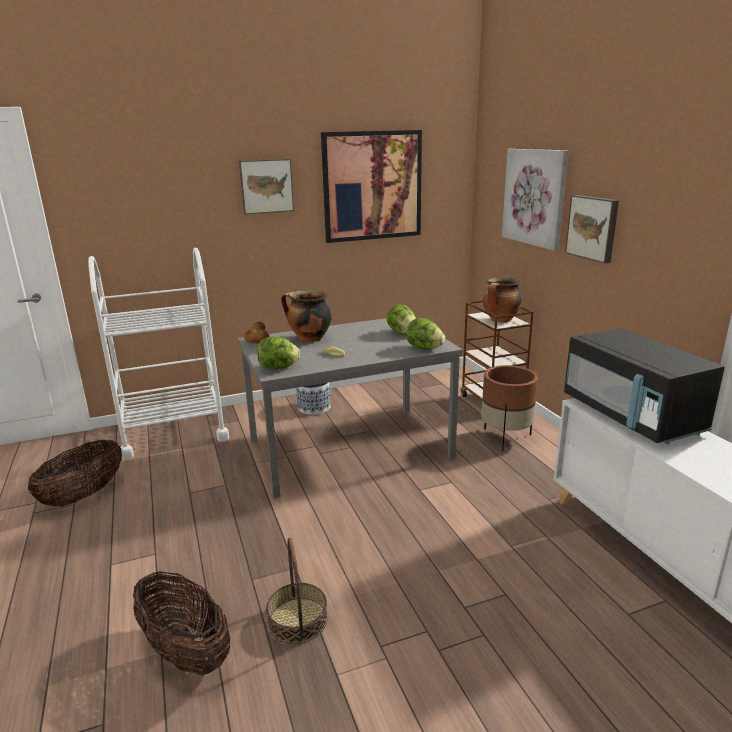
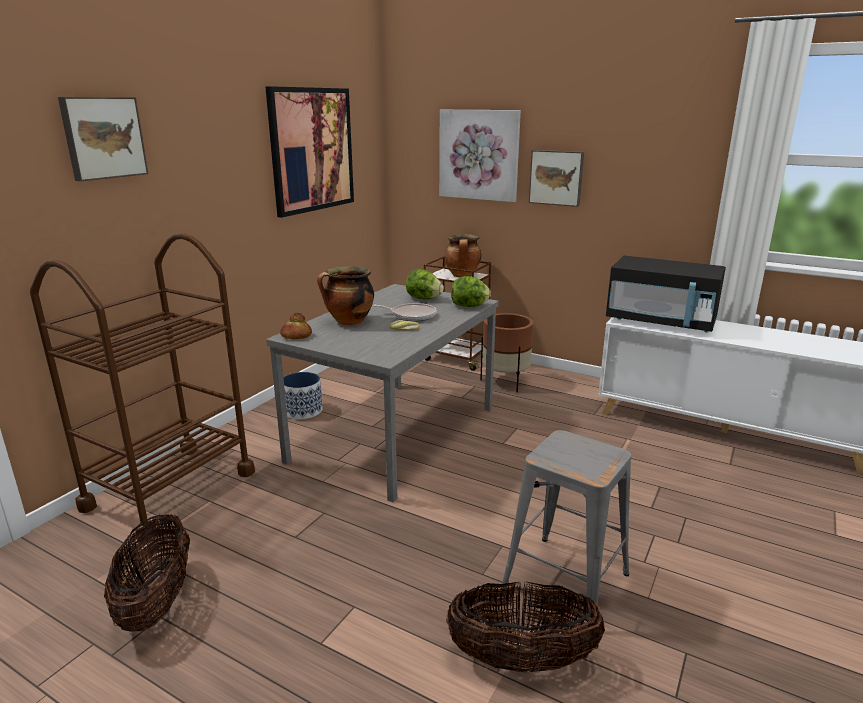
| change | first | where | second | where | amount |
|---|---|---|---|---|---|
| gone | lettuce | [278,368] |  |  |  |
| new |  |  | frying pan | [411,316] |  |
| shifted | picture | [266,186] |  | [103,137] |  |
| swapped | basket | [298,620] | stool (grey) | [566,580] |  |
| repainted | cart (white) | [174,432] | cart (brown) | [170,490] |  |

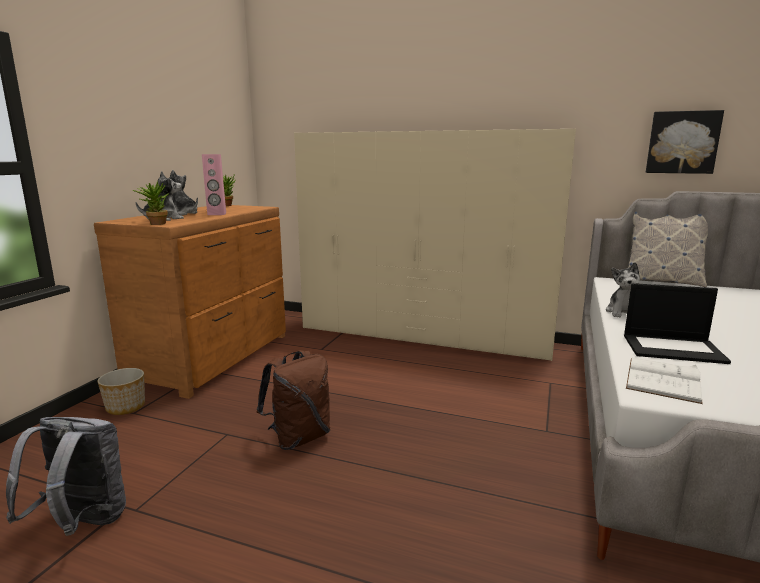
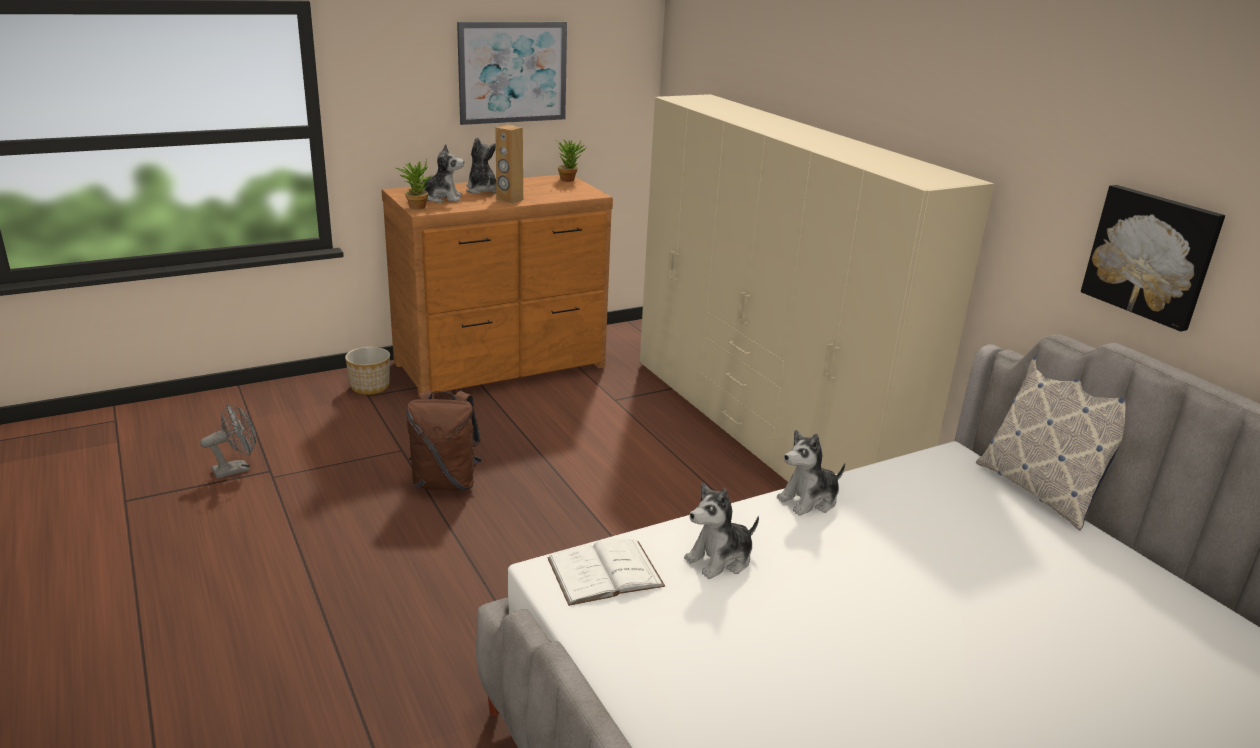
| change | first | where | second | where | amount |
|---|---|---|---|---|---|
| new |  |  | picture | [512,72] |  |
| swapped | backpack (grey) | [82,524] | fan (grey) | [237,469] |  |
| swapped | laptop | [673,348] | plush toy | [720,559] |  |
| repainted | speaker (pink) | [216,214] | speaker (brown) | [509,199] |  |

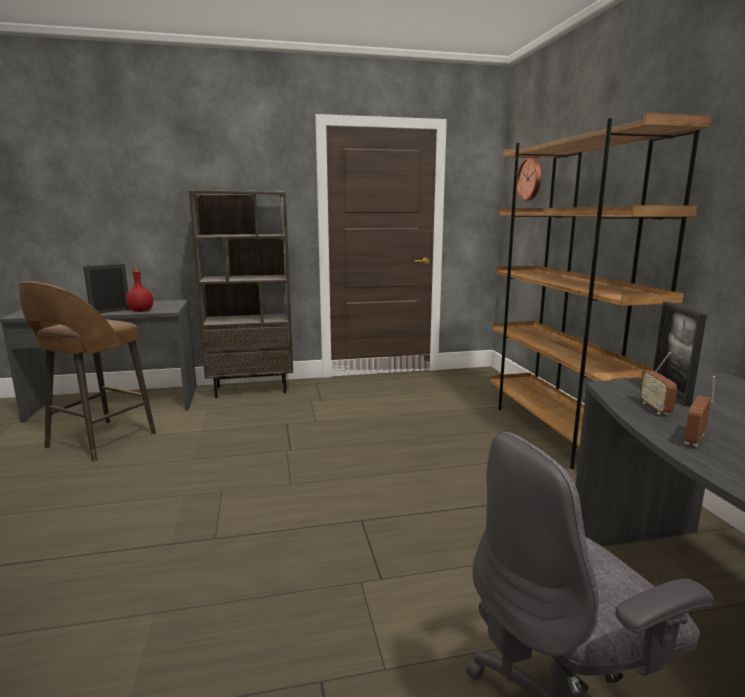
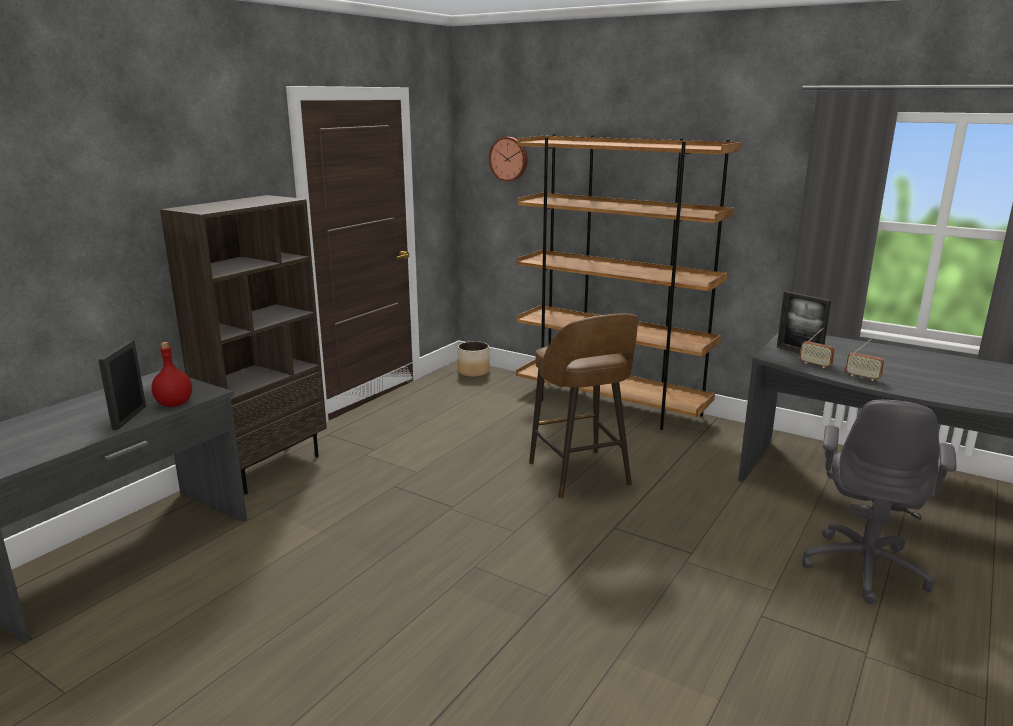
| change | first | where | second | where | amount |
|---|---|---|---|---|---|
| new |  |  | planter | [473,372] |  |
| shifted | stool (brown) | [98,441] |  | [580,475] |  |
| rotated | radio | [695,439] |  | [862,377] | 45 degrees counterclockwise |

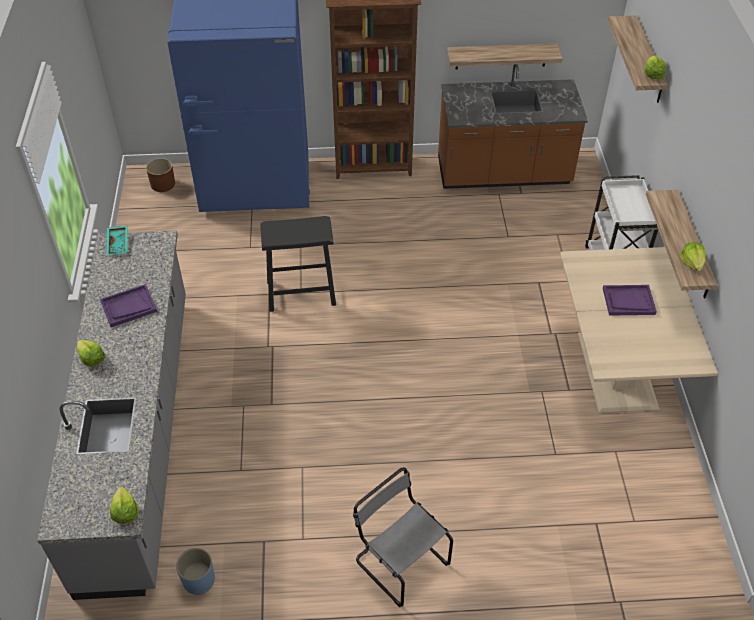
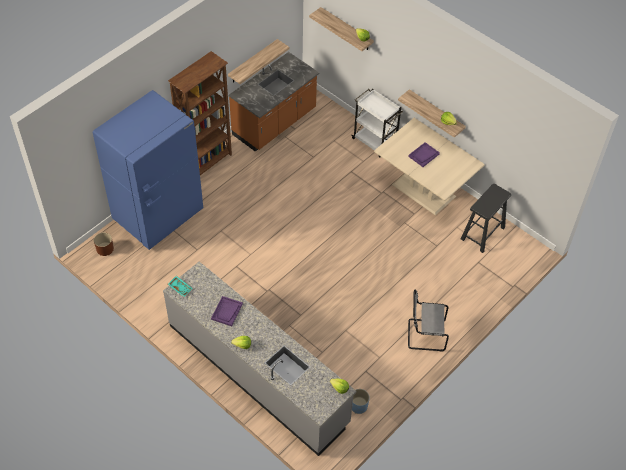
| change | first | where | second | where | amount |
|---|---|---|---|---|---|
| shifted | stool (black) | [300,292] |  | [482,233] |  |

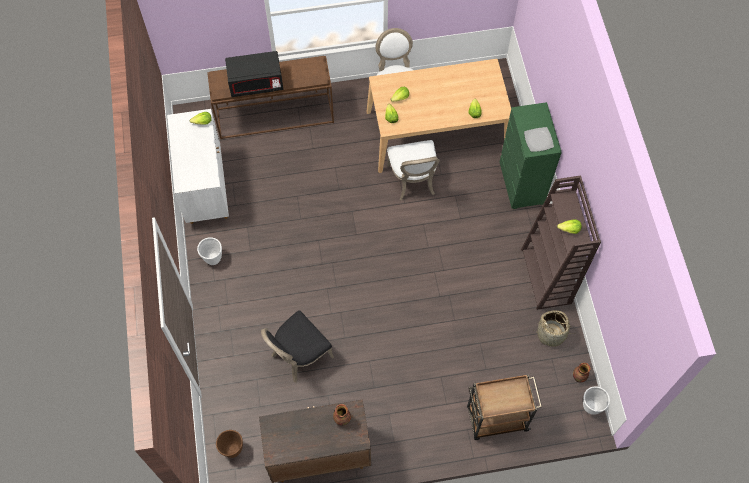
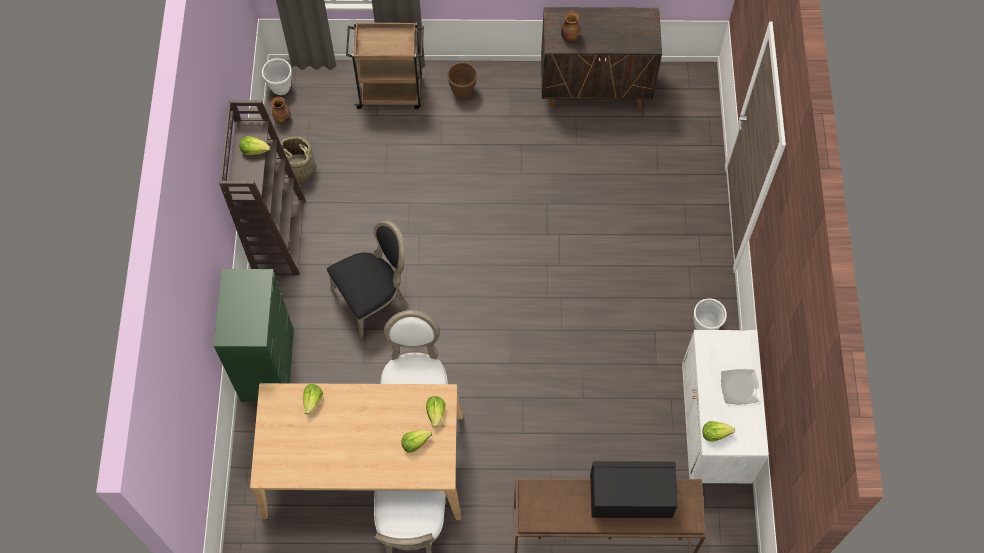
| change | first | where | second | where | amount |
|---|---|---|---|---|---|
| shifted | planter (brown) | [232,449] |  | [463,92] |  |
| shifted | chair (black) | [299,356] |  | [373,299] |  |
| shifted | plate | [538,140] |  | [740,387] |  |

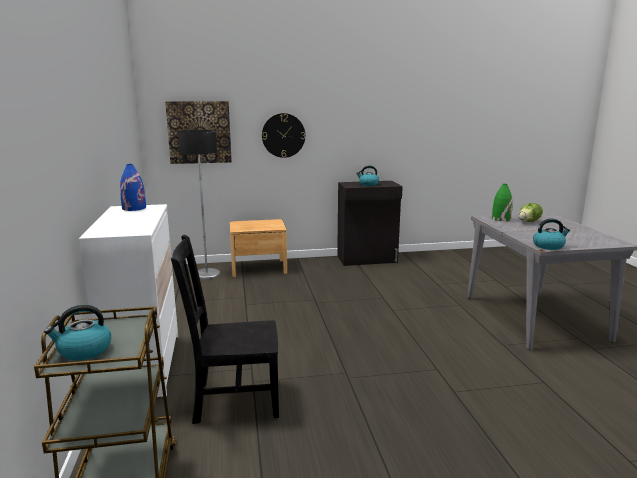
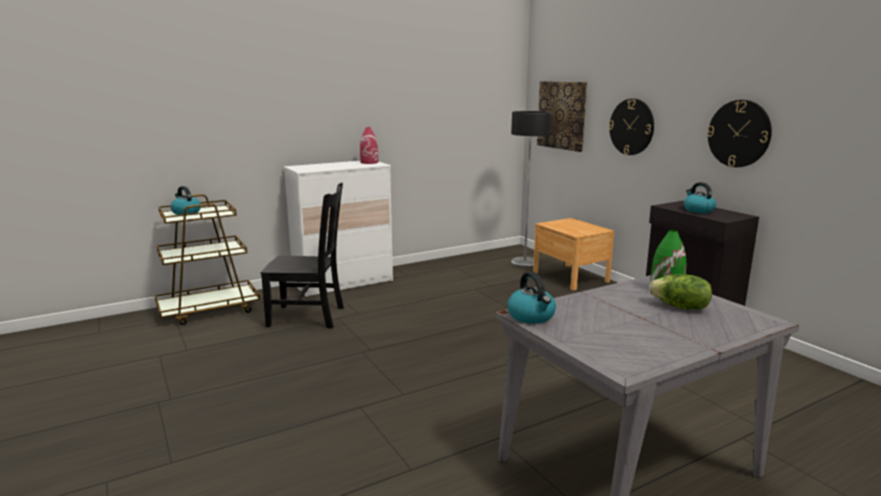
| change | first | where | second | where | amount |
|---|---|---|---|---|---|
| new |  |  | wall clock | [739,133] |  |
| repainted | vase (blue) | [134,208] | vase (red) | [369,162] |  |
| rotated | chair (black) | [233,400] |  | [309,317] | 120 degrees clockwise |

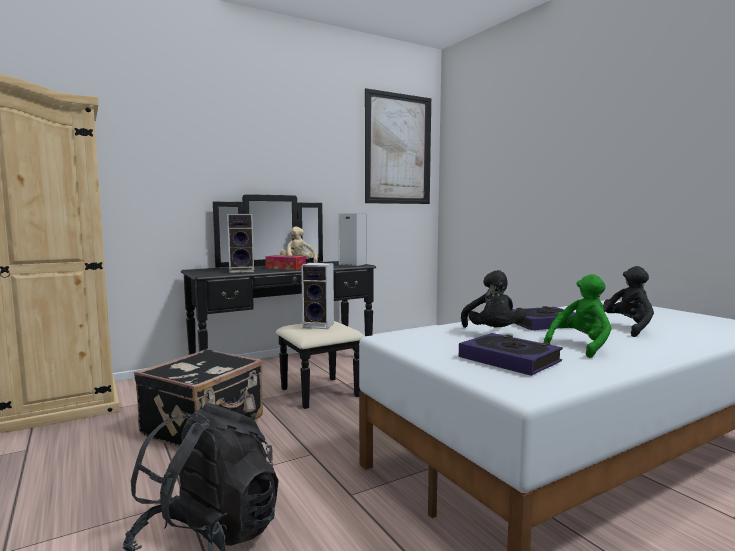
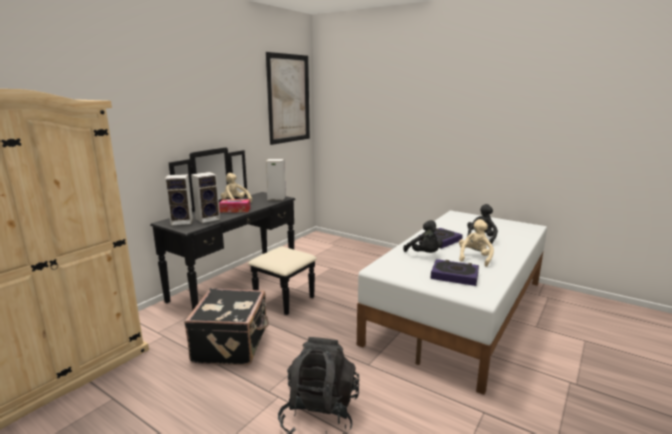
| change | first | where | second | where | amount |
|---|---|---|---|---|---|
| shifted | speaker | [319,325] |  | [183,221] |  |
| repainted | plush toy (green) | [580,346] | plush toy (beige) | [474,258] |  |

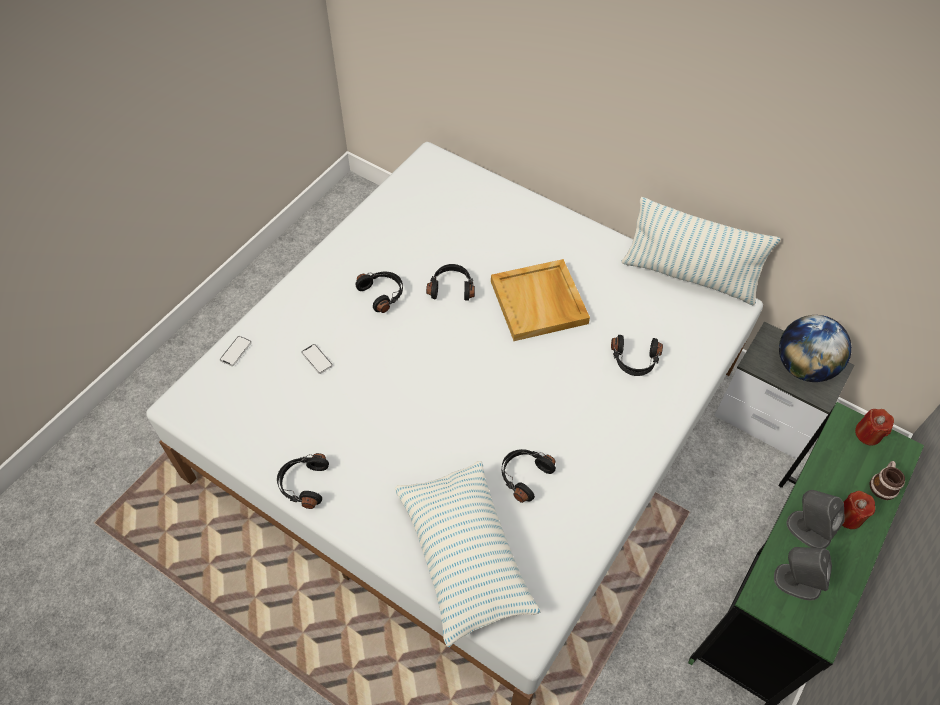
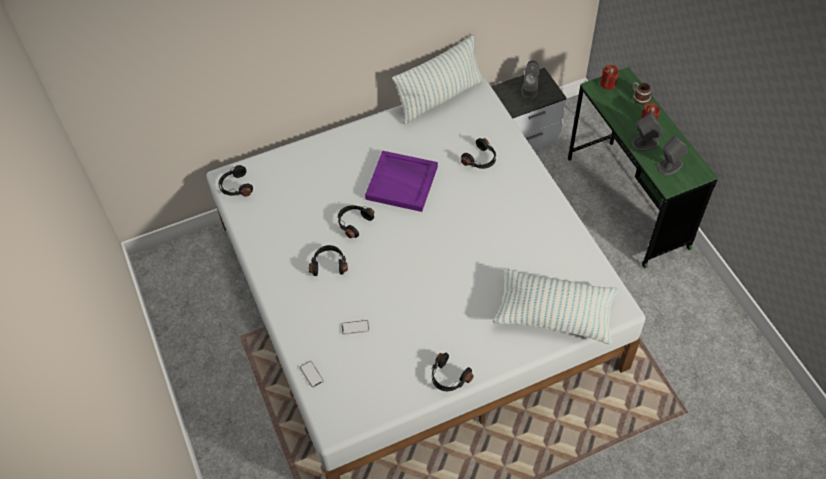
| change | first | where | second | where | amount |
|---|---|---|---|---|---|
| shifted | headphones (black) | [524,476] |  | [235,187] |  |
| swapped | globe | [803,367] | speaker (grey) | [529,90] |  |
| repainted | tray (beige) | [539,302] | tray (purple) | [402,182] |  |

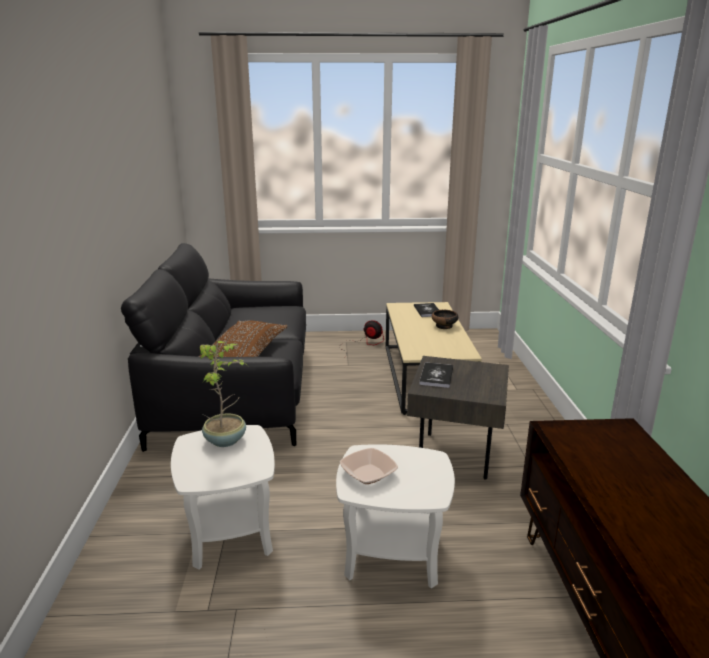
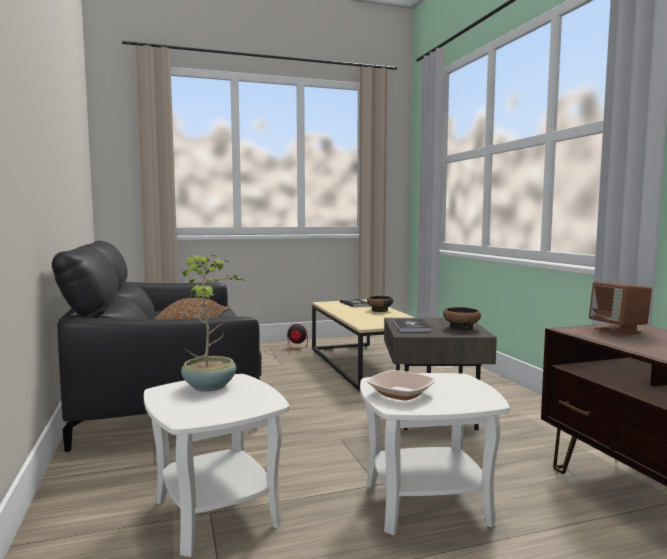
| change | first | where | second | where | amount |
|---|---|---|---|---|---|
| new |  |  | bowl | [461,328] |  |
| new |  |  | speaker (brown) | [618,331] |  |

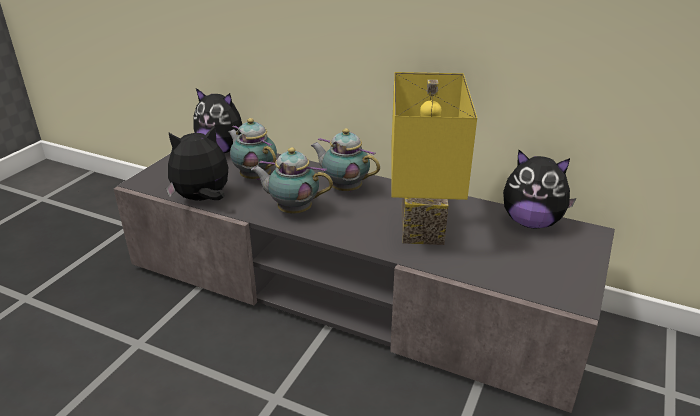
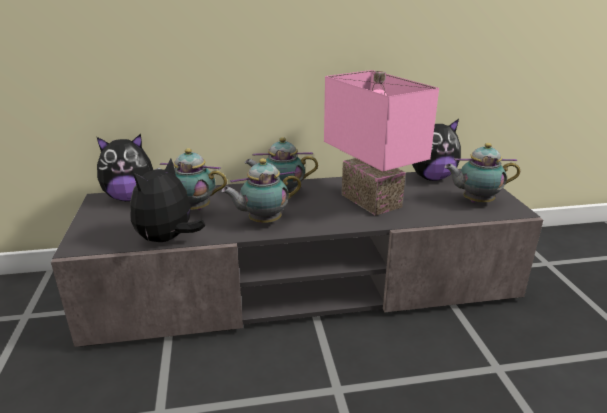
| change | first | where | second | where | amount |
|---|---|---|---|---|---|
| new |  |  | teapot | [475,202] |  |
| repainted | table lamp (yellow) | [425,226] | table lamp (pink) | [374,200] |  |

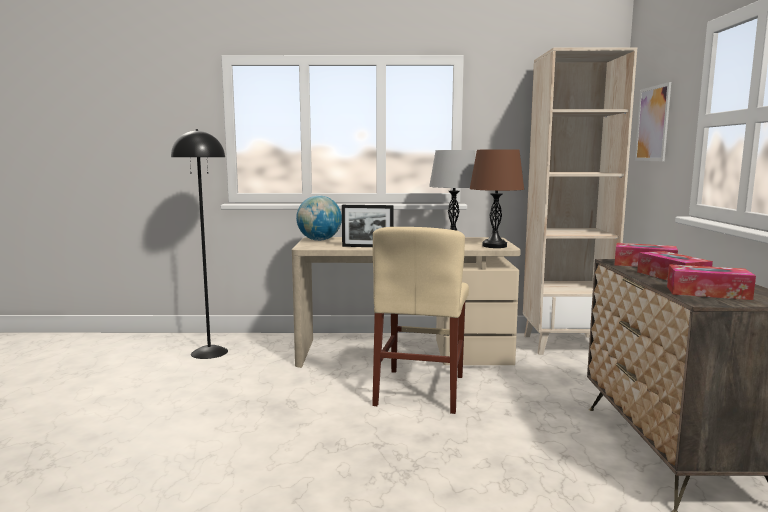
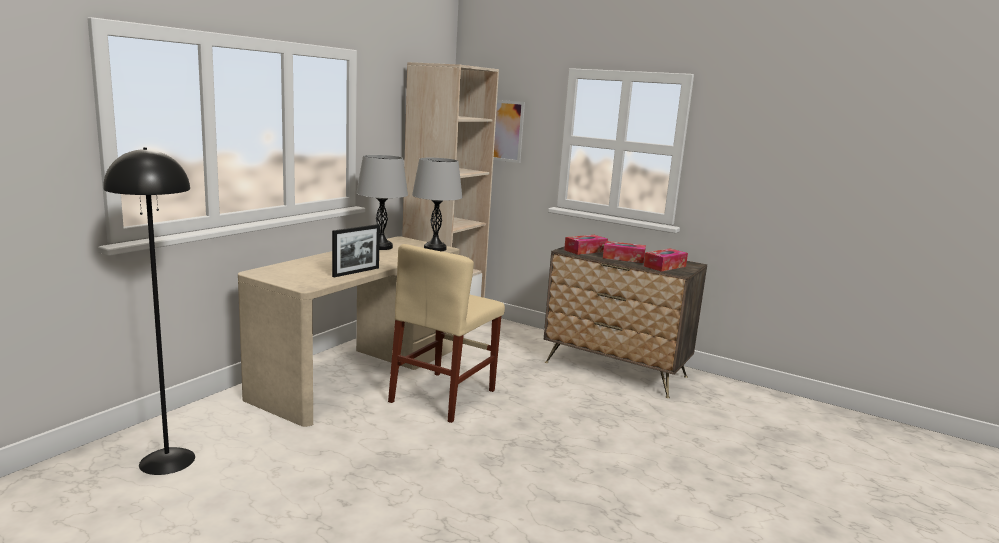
| change | first | where | second | where | amount |
|---|---|---|---|---|---|
| gone | globe | [319,240] |  |  |  |
| repainted | table lamp (brown) | [494,246] | table lamp (grey) | [435,248] |  |
| rotated | chair (beige) | [420,390] |  | [443,396] | 75 degrees clockwise |

